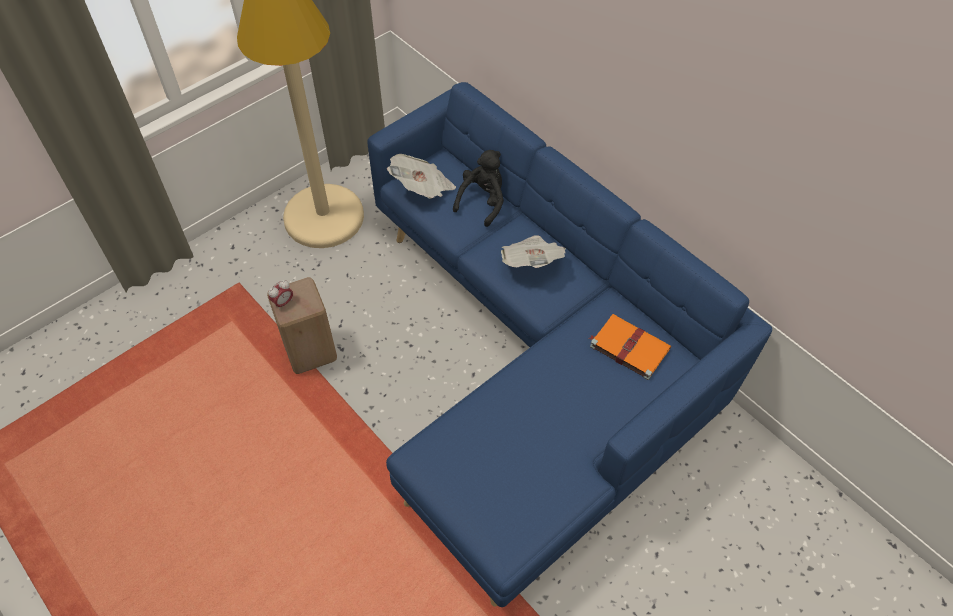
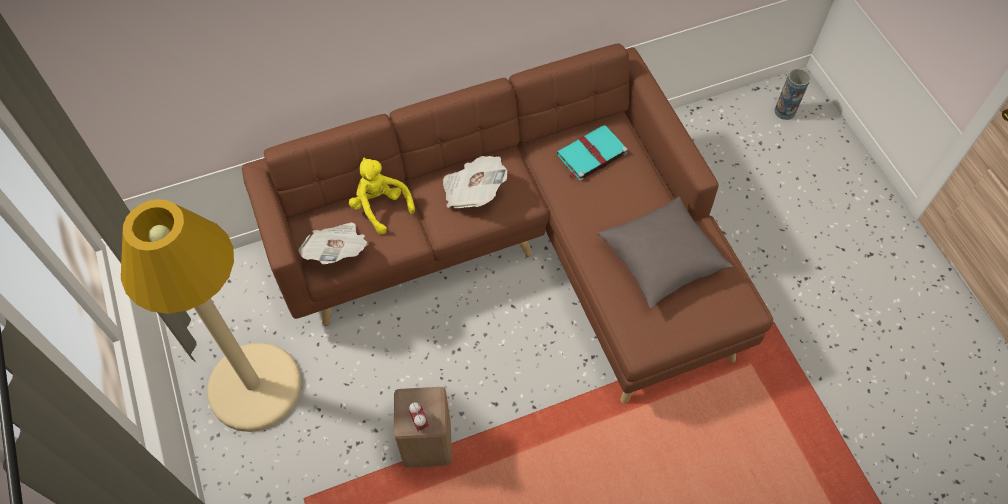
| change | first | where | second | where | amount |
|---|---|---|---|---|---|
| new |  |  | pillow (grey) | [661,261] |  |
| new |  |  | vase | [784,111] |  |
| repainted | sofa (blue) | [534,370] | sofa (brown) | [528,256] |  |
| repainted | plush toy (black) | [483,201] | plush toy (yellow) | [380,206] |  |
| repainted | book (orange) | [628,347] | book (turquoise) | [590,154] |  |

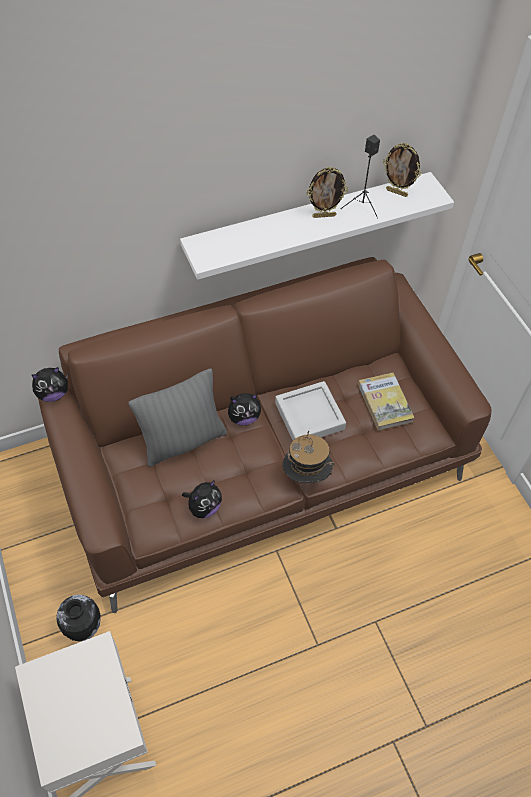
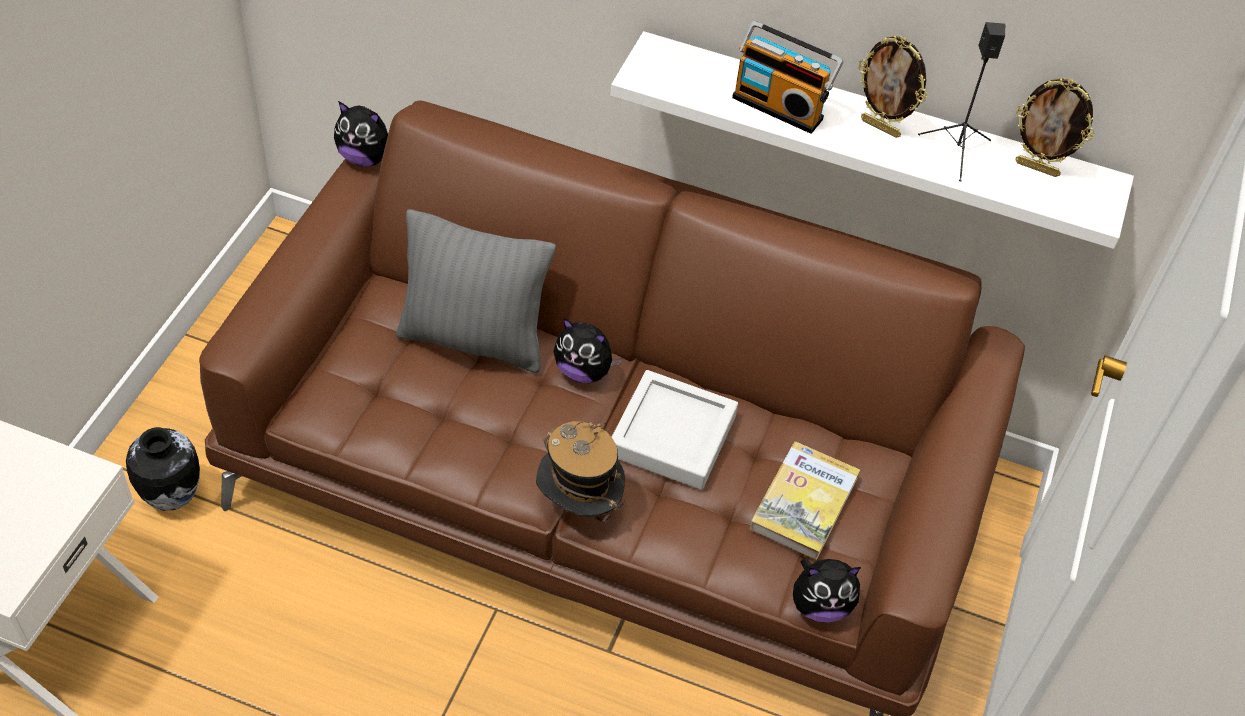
| change | first | where | second | where | amount |
|---|---|---|---|---|---|
| new |  |  | radio | [779,106] |  |
| shifted | plush toy | [204,507] |  | [820,605] |  |
| rotated | picture frame | [397,192] |  | [1037,168] | 45 degrees counterclockwise |

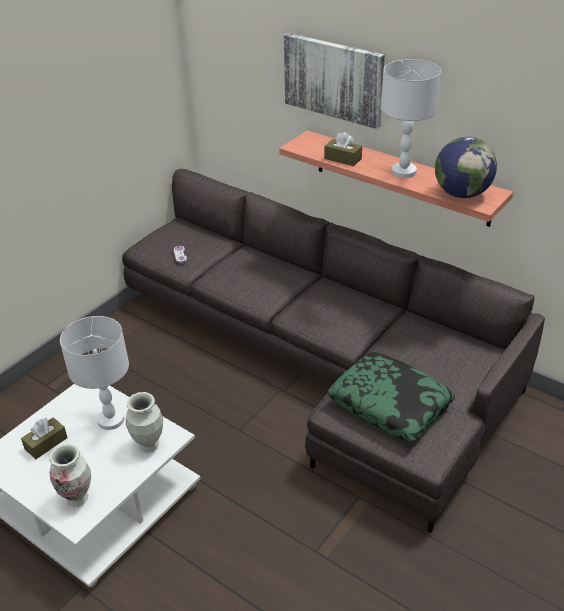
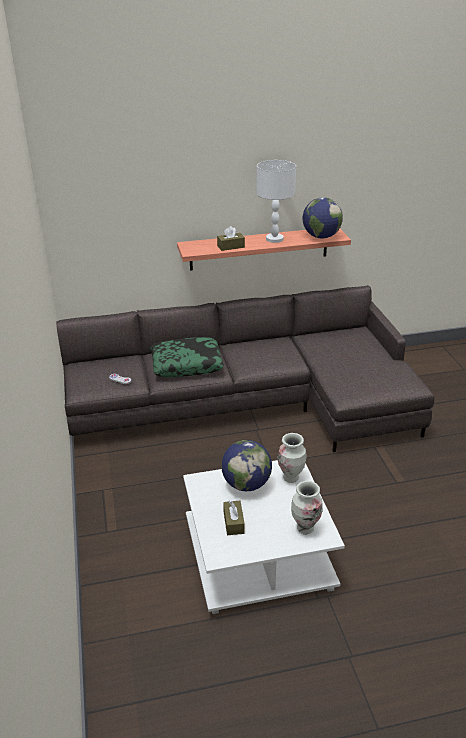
| change | first | where | second | where | amount |
|---|---|---|---|---|---|
| gone | picture | [333,79] |  |  |  |
| shifted | pillow | [390,404] |  | [187,364] |  |
| swapped | table lamp (white) | [110,420] | globe | [246,484] |  |

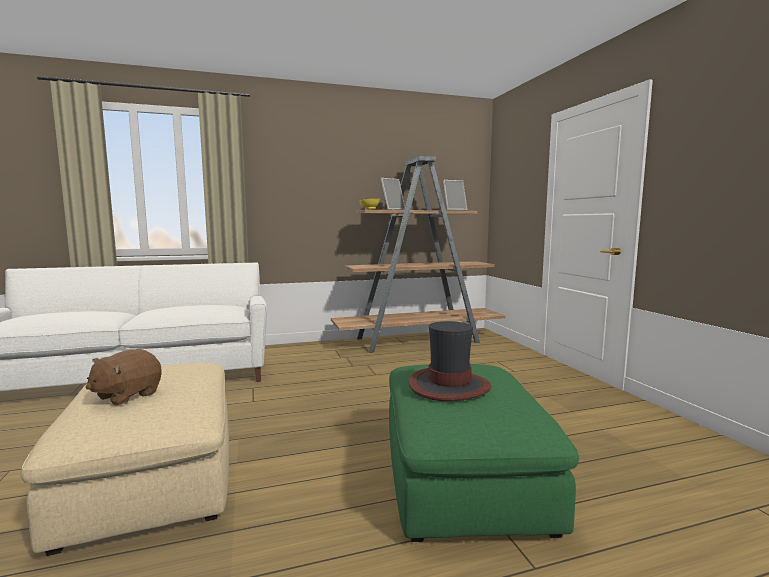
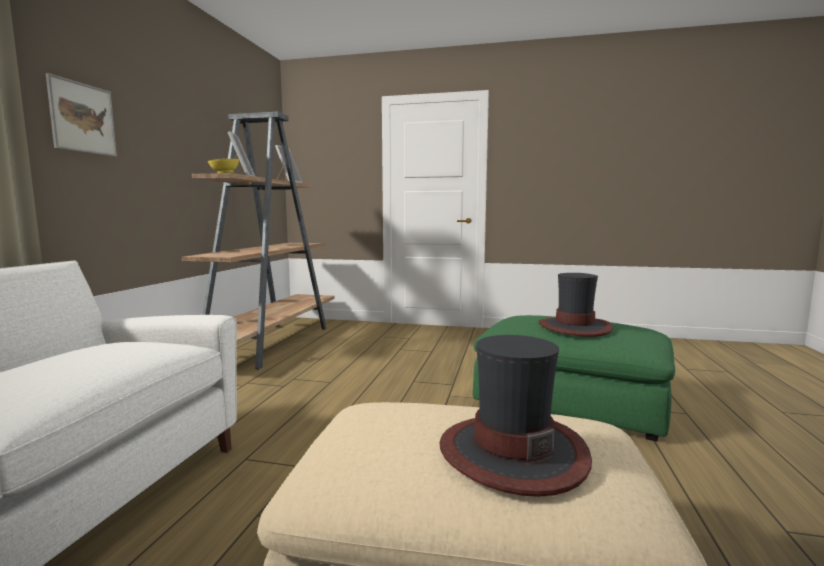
| change | first | where | second | where | amount |
|---|---|---|---|---|---|
| new |  |  | picture | [82,118] |  |
| swapped | plush toy (brown) | [127,395] | hat | [512,452] |  |

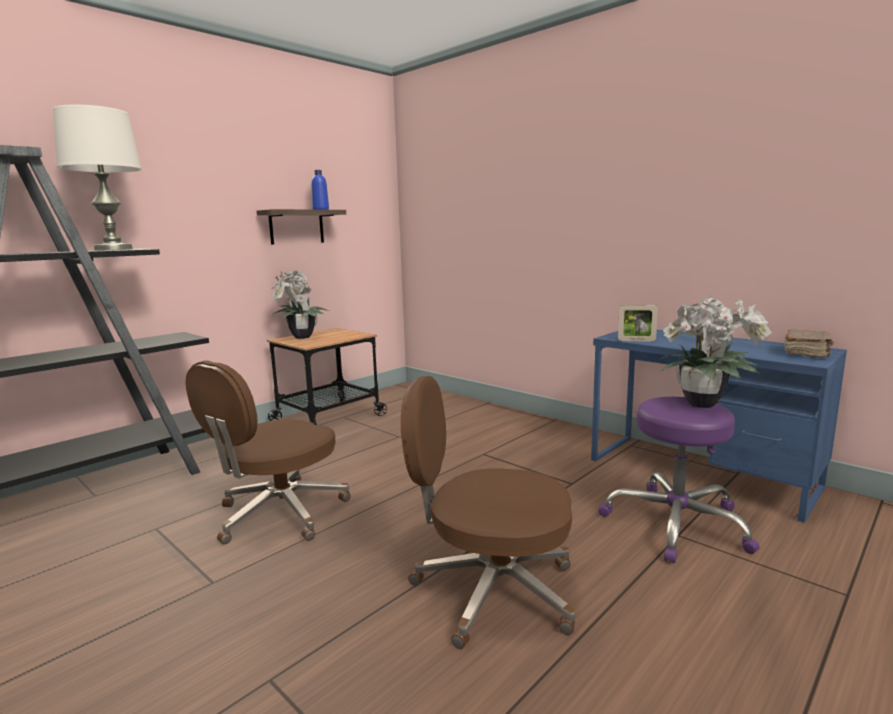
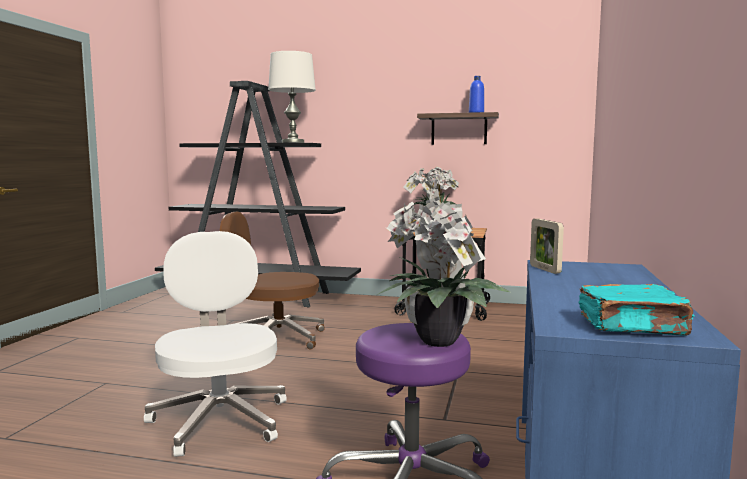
| change | first | where | second | where | amount |
|---|---|---|---|---|---|
| repainted | office chair (brown) | [491,590] | office chair (white) | [219,419] |  |
| repainted | book (brown) | [807,353] | book (turquoise) | [633,327] |  |

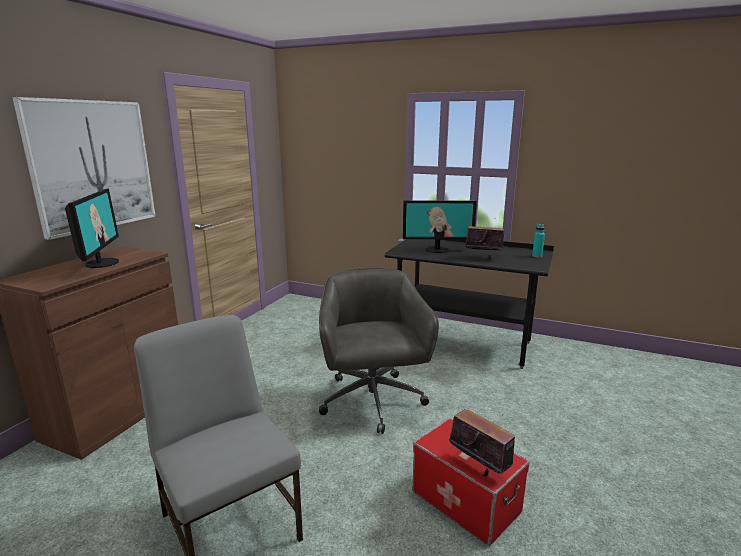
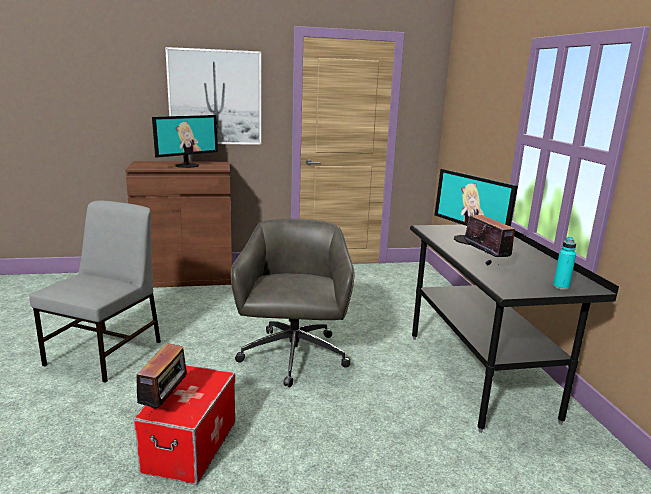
| change | first | where | second | where | amount |
|---|---|---|---|---|---|
| rotated | office chair (grey) | [372,402] |  | [293,357] | 45 degrees counterclockwise |

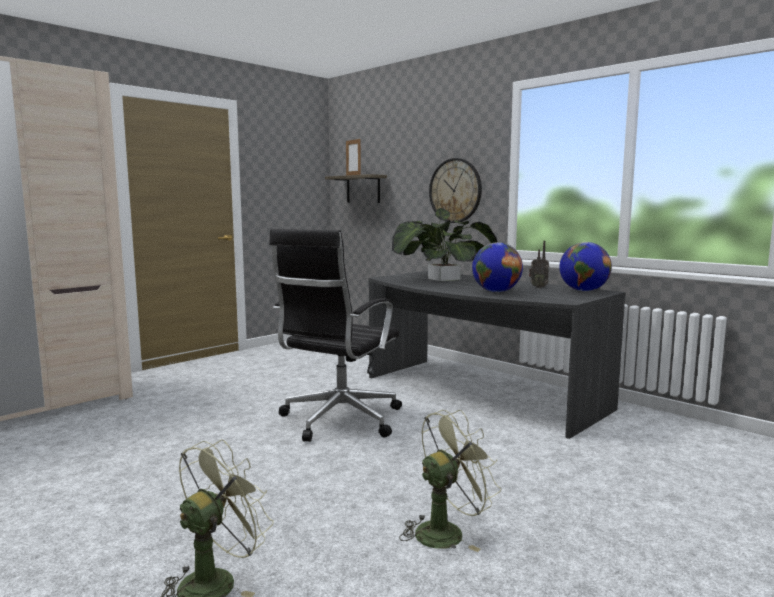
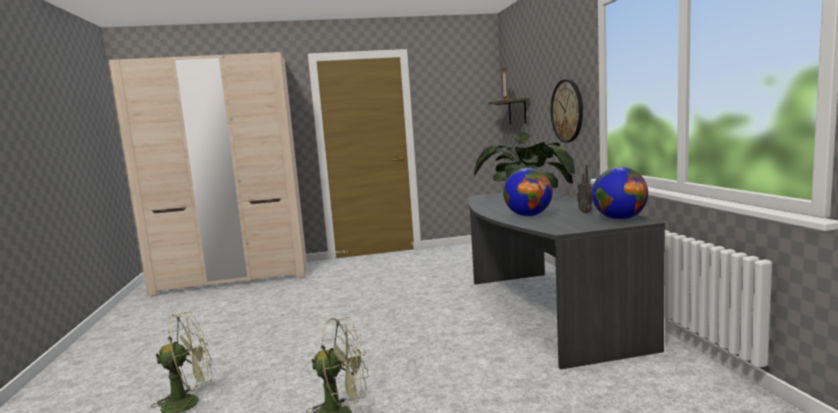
| change | first | where | second | where | amount |
|---|---|---|---|---|---|
| gone | office chair (black) | [339,420] |  |  |  |

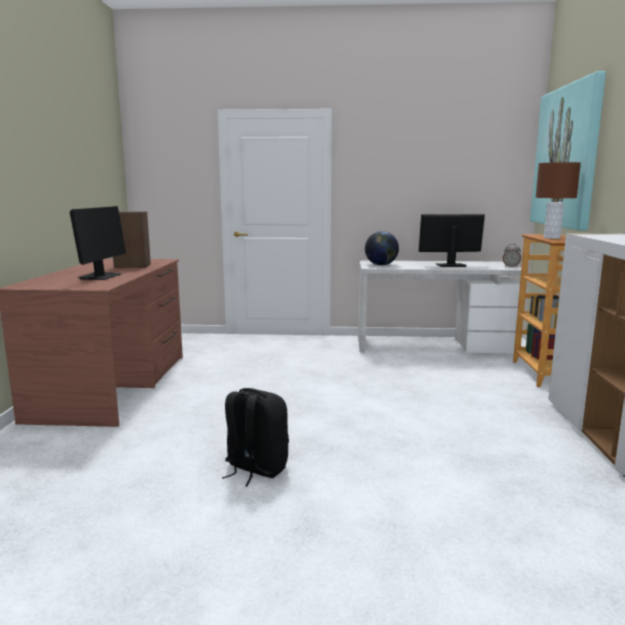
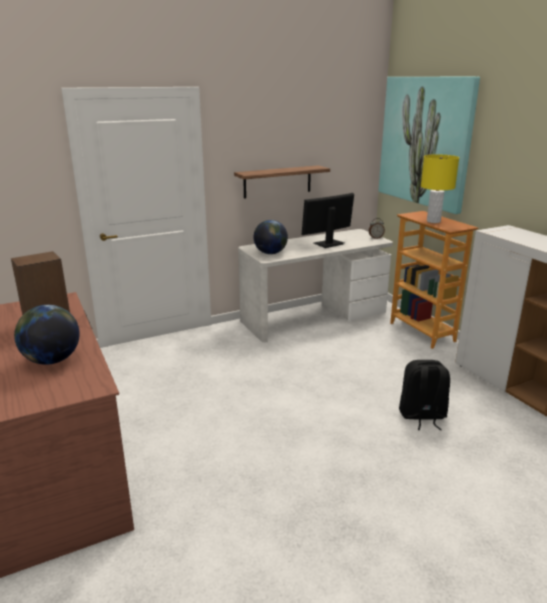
| change | first | where | second | where | amount |
|---|---|---|---|---|---|
| new |  |  | shelf | [277,181] |  |
| shifted | backpack (black) | [255,469] |  | [422,416] |  |
| swapped | monitor | [100,276] | globe | [52,360] |  |
| repainted | table lamp (brown) | [552,238] | table lamp (yellow) | [433,221] |  |

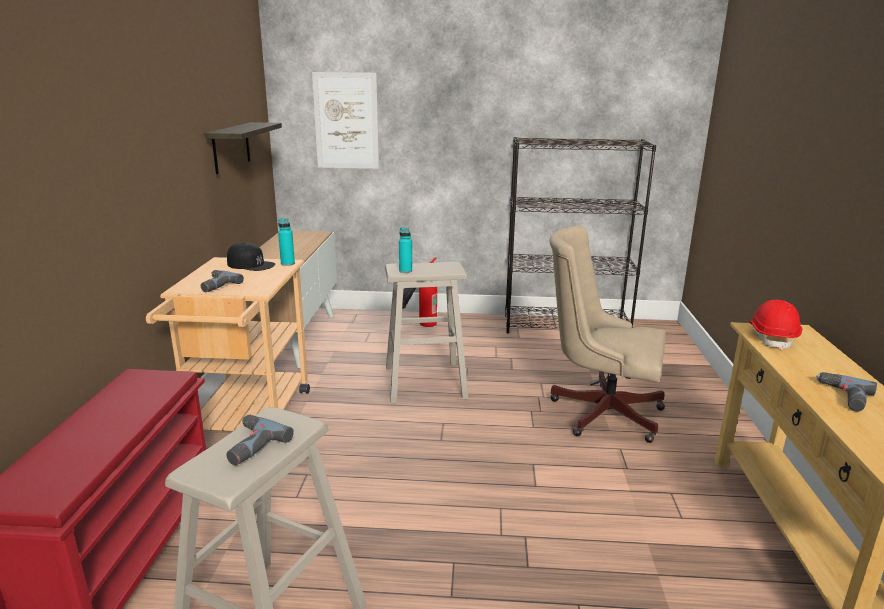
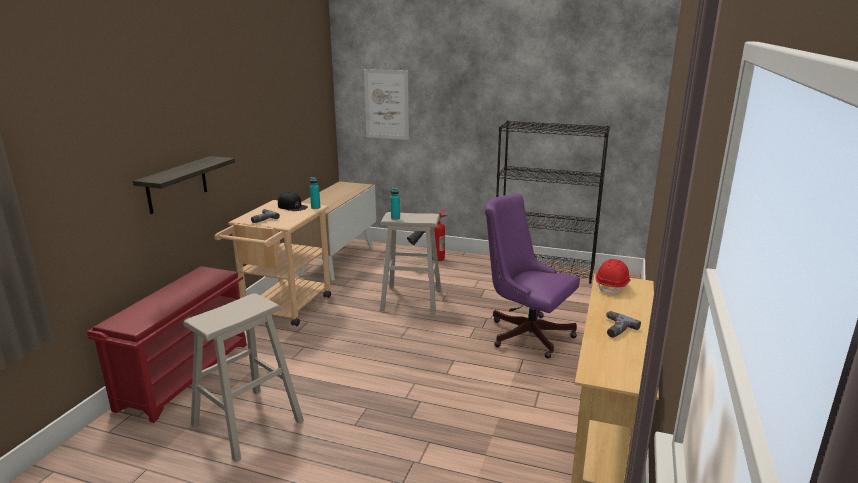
| change | first | where | second | where | amount |
|---|---|---|---|---|---|
| gone | power drill | [249,445] |  |  |  |
| shifted | shelf | [231,147] |  | [177,184] |  |
| repainted | office chair (beige) | [599,411] | office chair (purple) | [525,333] |  |

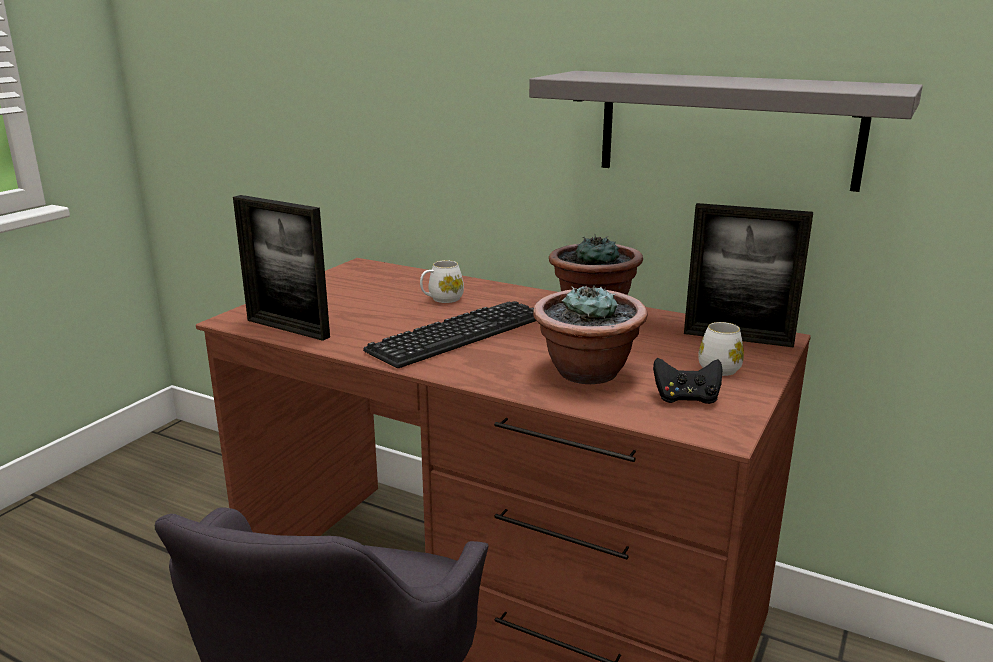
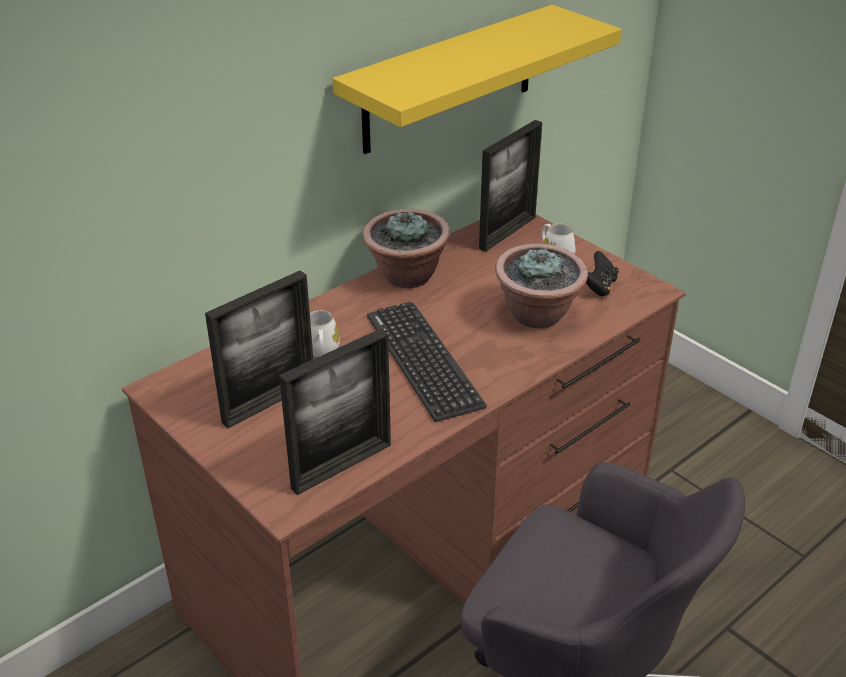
| change | first | where | second | where | amount |
|---|---|---|---|---|---|
| new |  |  | picture frame | [269,402] |  |
| repainted | shelf (grey) | [727,128] | shelf (yellow) | [449,79] |  |

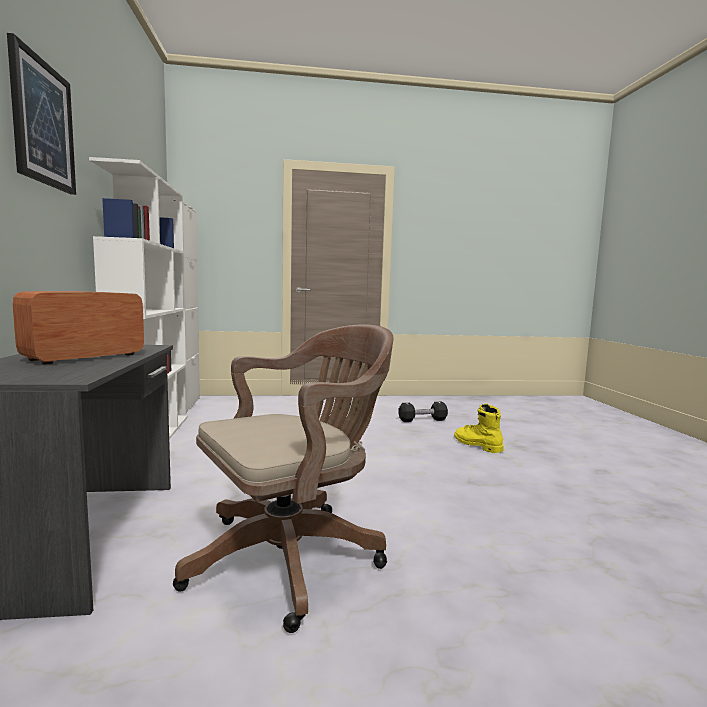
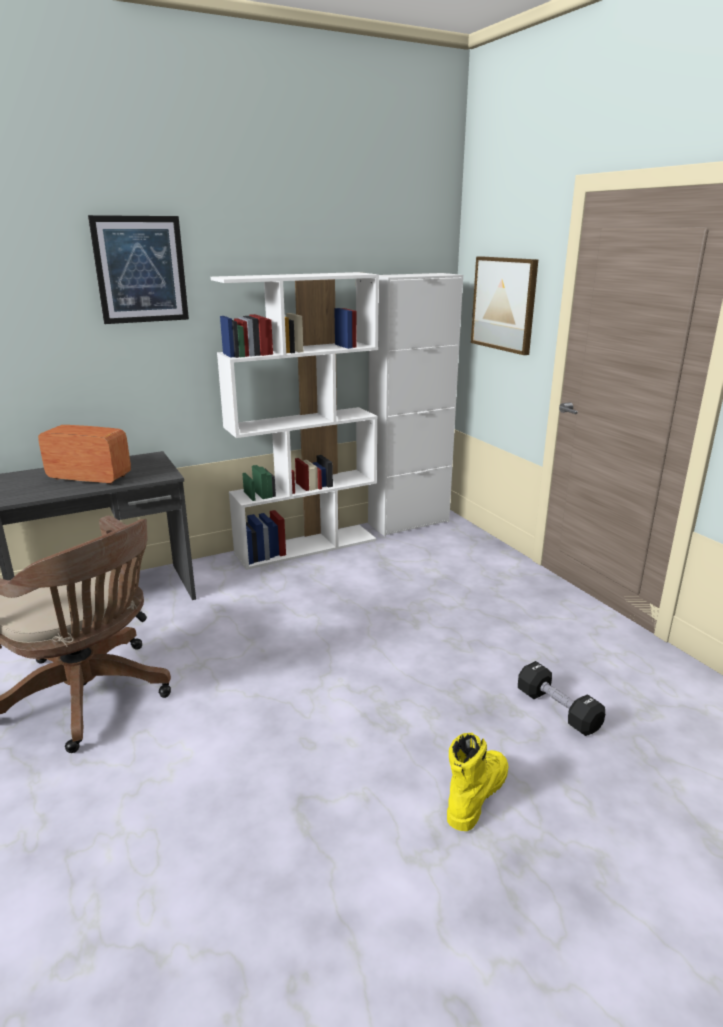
| change | first | where | second | where | amount |
|---|---|---|---|---|---|
| new |  |  | picture | [504,304] |  |

